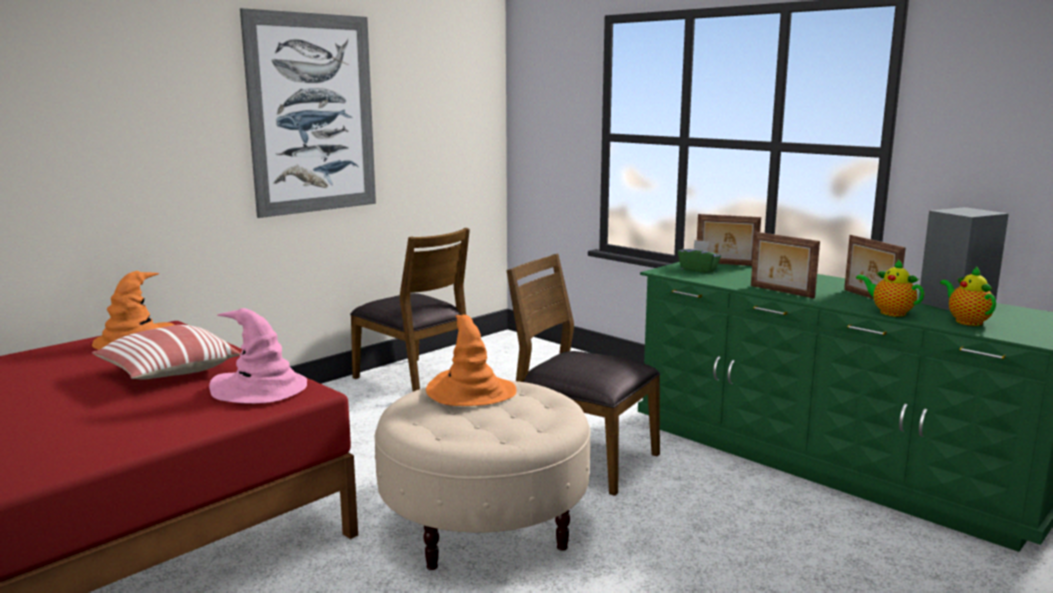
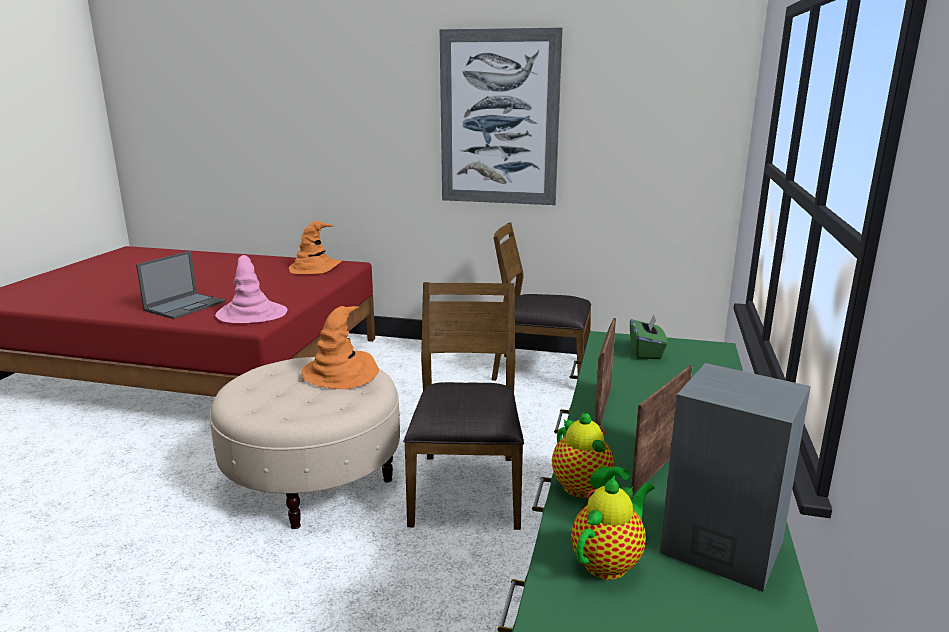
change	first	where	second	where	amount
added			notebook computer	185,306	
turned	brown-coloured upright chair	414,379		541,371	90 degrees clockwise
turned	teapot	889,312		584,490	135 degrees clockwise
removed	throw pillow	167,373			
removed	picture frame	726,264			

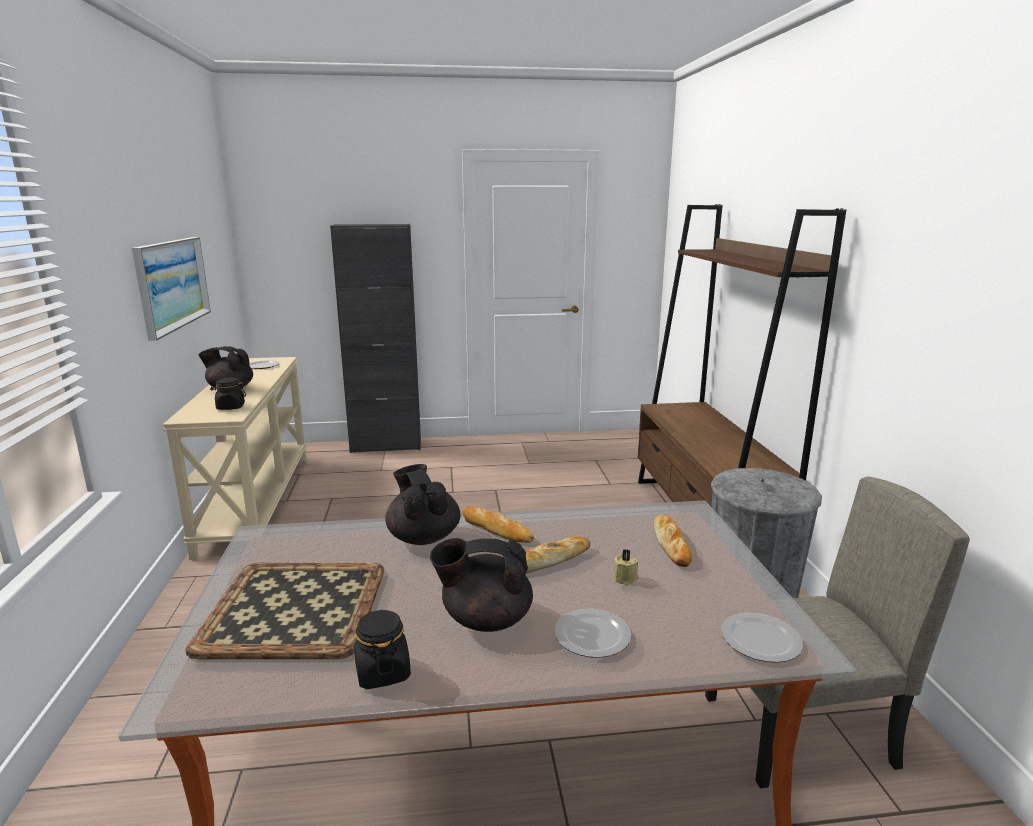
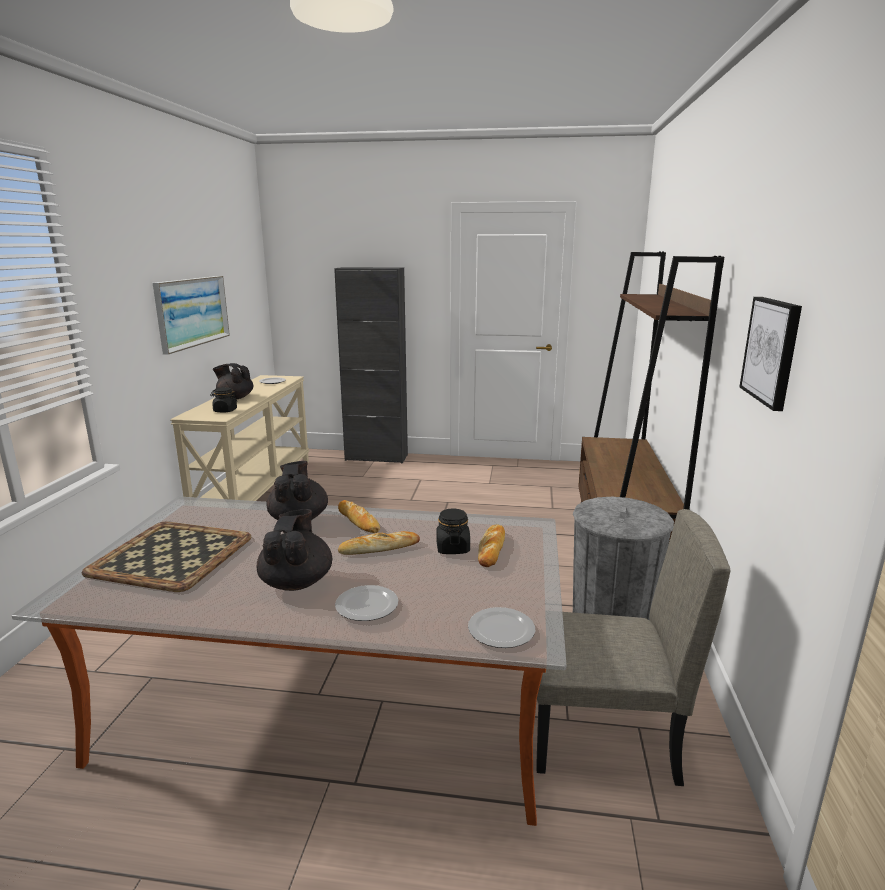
change	first	where	second	where	amount
turned	black-coloured teapot	485,619		296,582	75 degrees clockwise
moved	black-coloured storage jar	382,672		452,548	
added			wall picture	772,351	
removed	beige-coloured wax light	626,578			

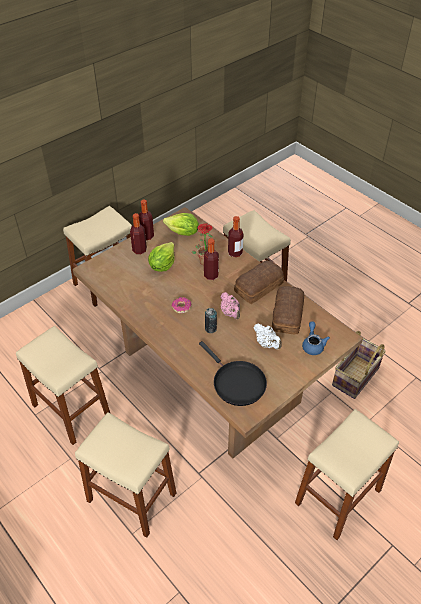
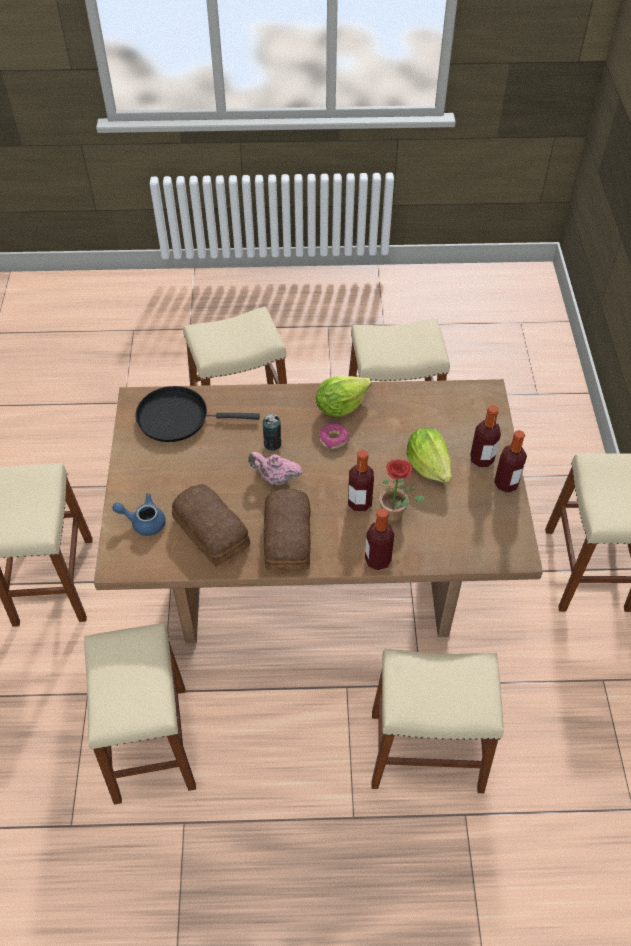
change	first	where	second	where	amount
replaced	storage basket	356,377	beige-coloured stool	150,743	
turned	blue teapot	313,345		144,522	150 degrees clockwise
moved	lettuce	183,233		340,406	
removed	white teapot	267,344			

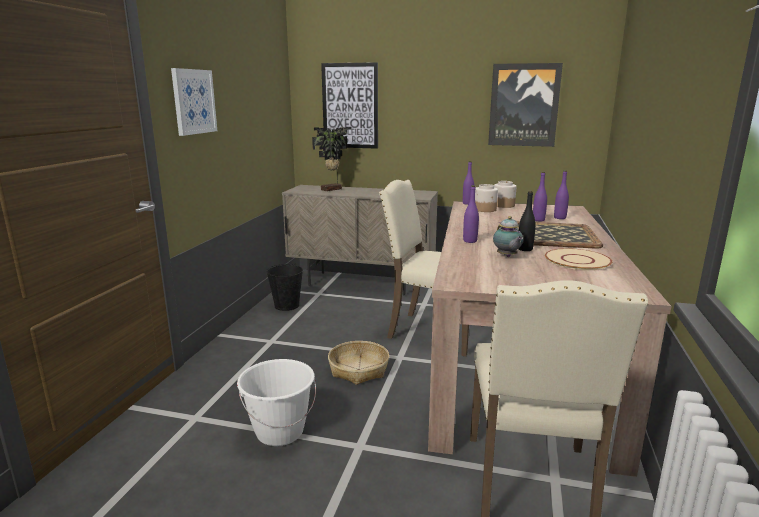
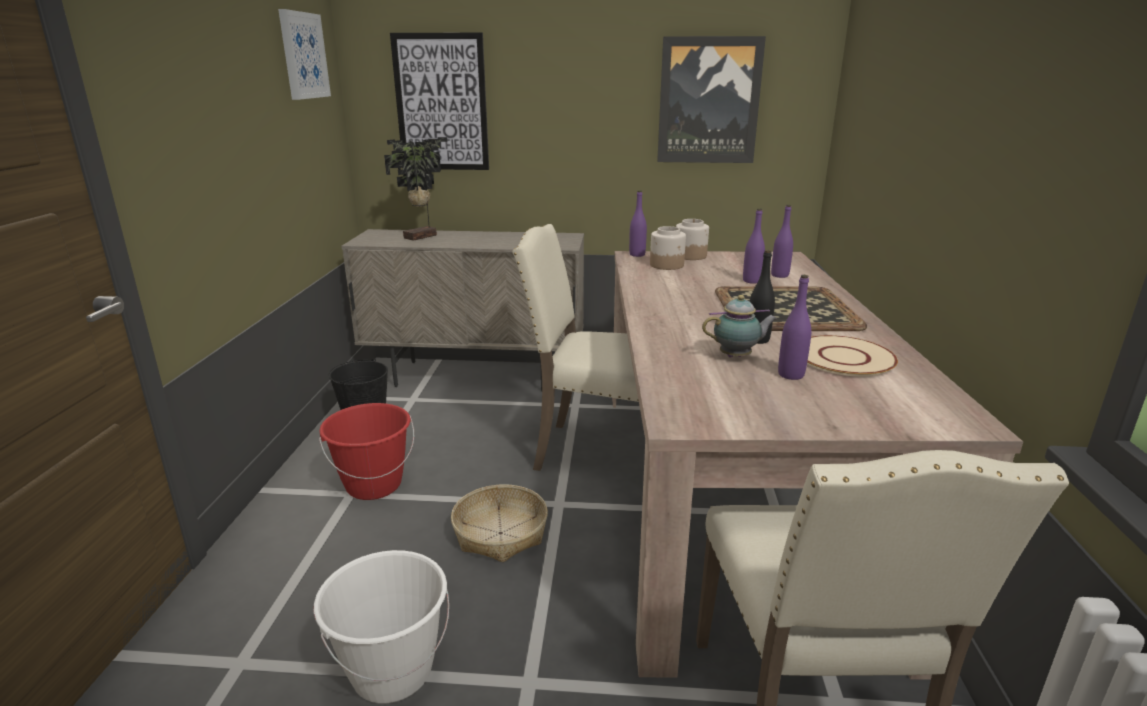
change	first	where	second	where	amount
moved	wall picture	193,101		303,55	
added			red-coloured pail	374,485	
turned	teapot	507,256		737,356	75 degrees counterclockwise
moved	purple-coloured beverage bottle	470,241		791,375	

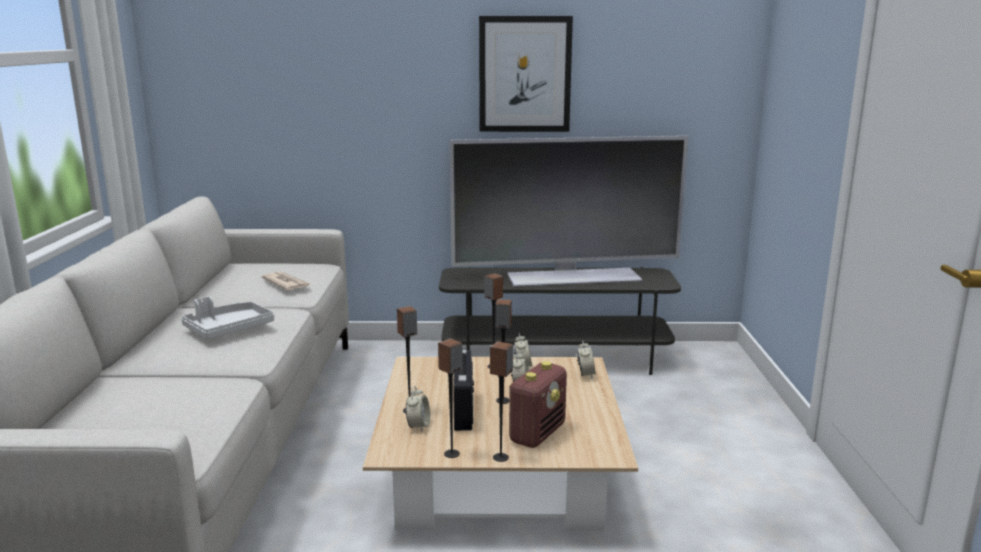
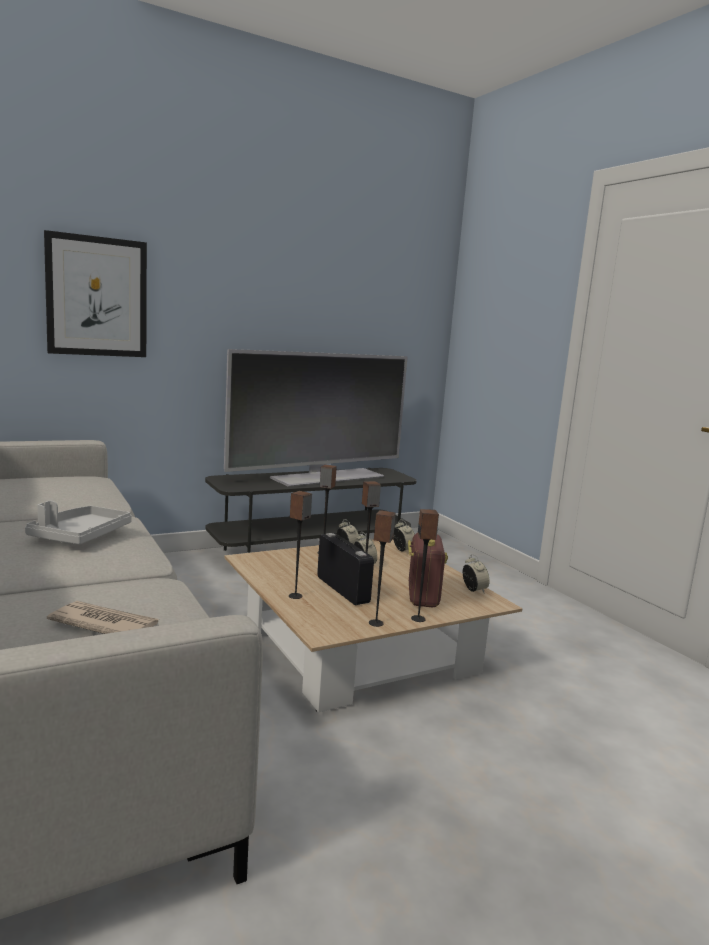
change	first	where	second	where	amount
moved	wall picture	524,74		97,297	
moved	newspaper	286,283		104,624	
moved	alarm clock	418,426		474,590	

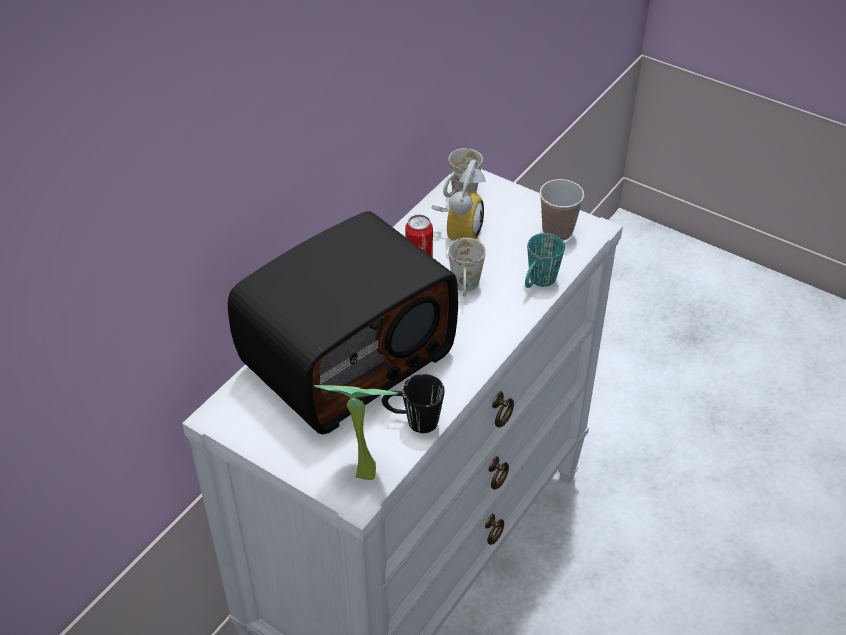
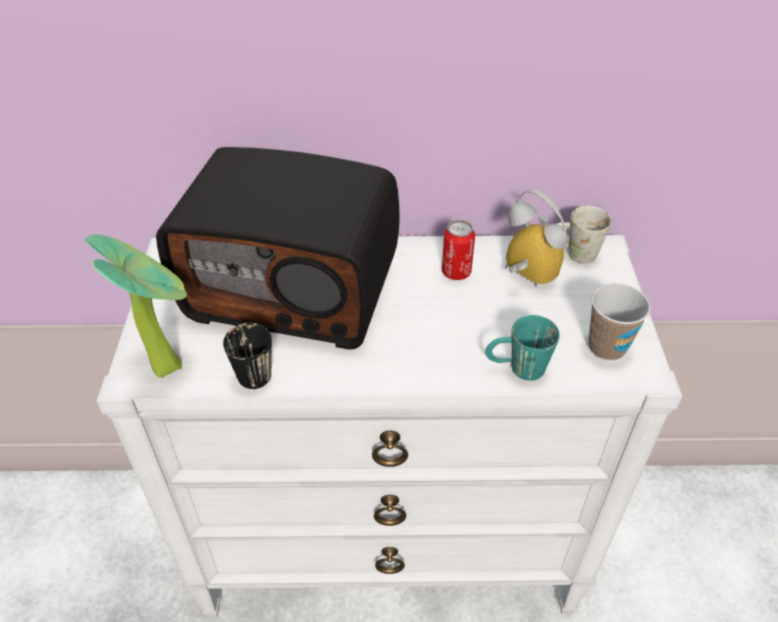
change	first	where	second	where	amount
turned	alarm clock	458,231		523,277	120 degrees counterclockwise
removed	white tea mug	465,289			

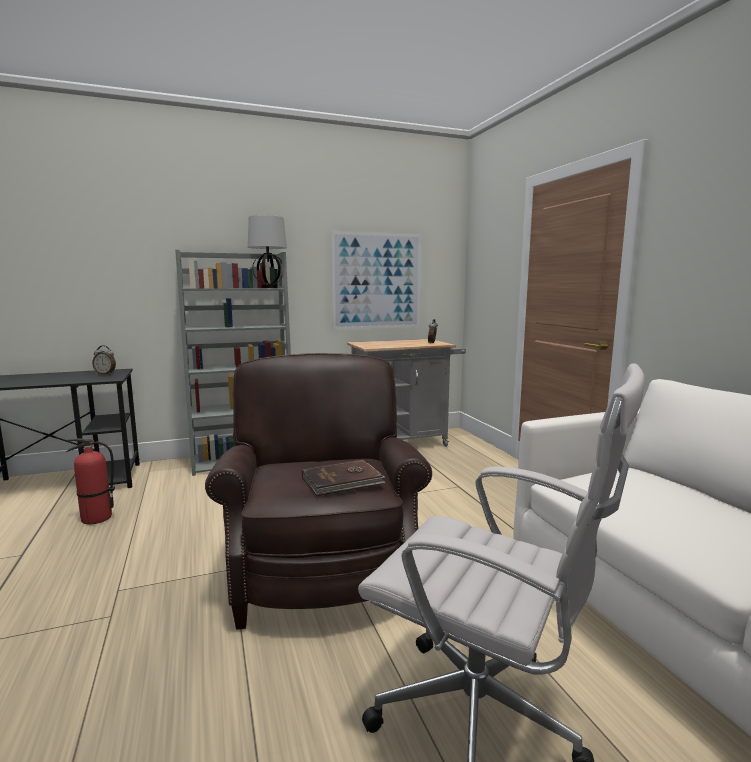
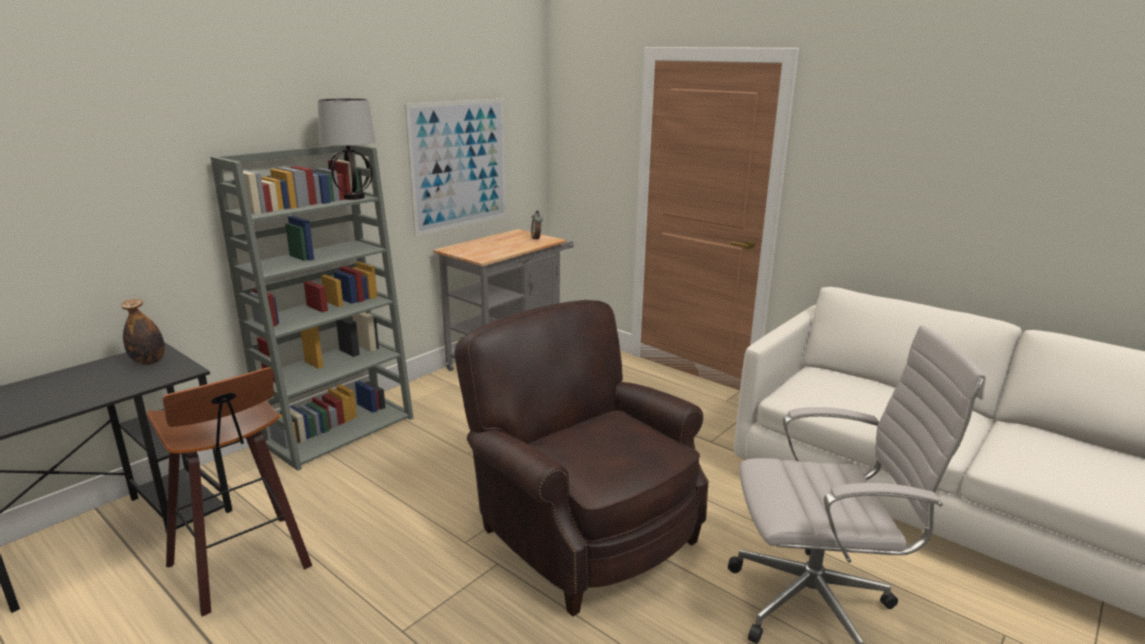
change	first	where	second	where	amount
replaced	alarm clock	105,374	beverage bottle	149,362	
replaced	fire-fighting cylinder	96,518	stool	245,566	
removed	brown-coloured book	343,481			

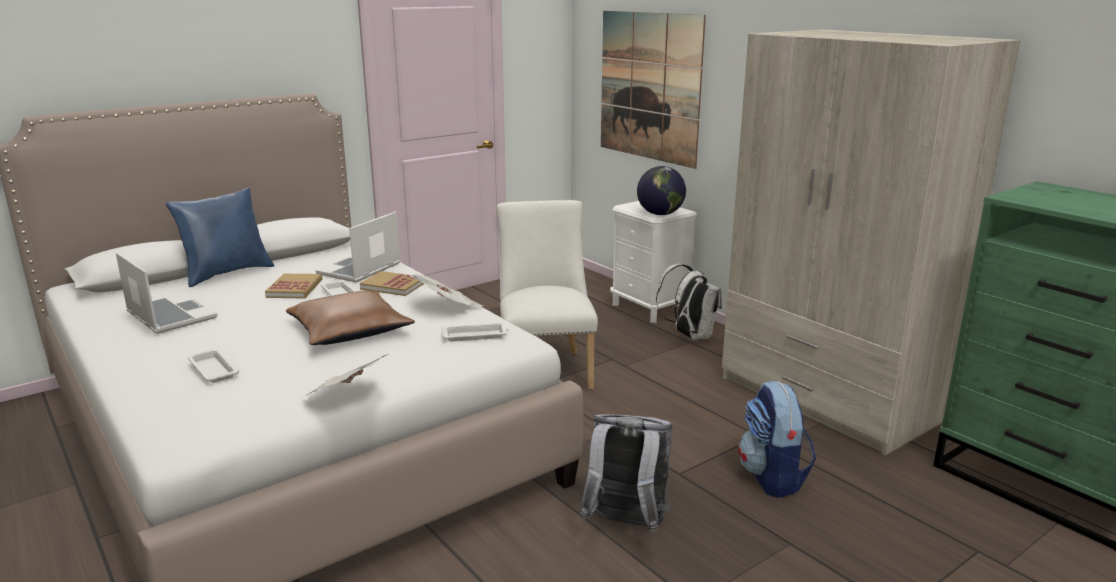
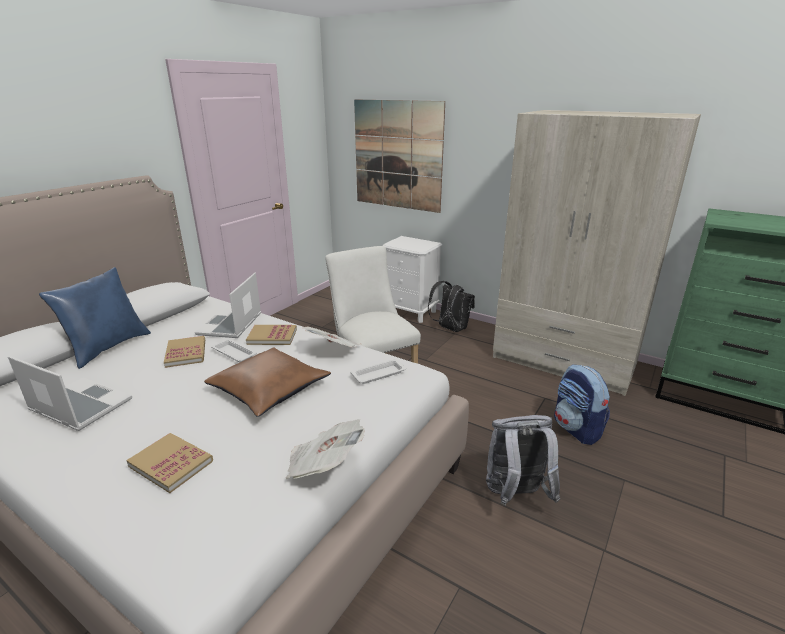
change	first	where	second	where	amount
replaced	white tray	213,369	book	171,464	
recoloured	white knapsack	689,336	black-coloured knapsack	450,329	
removed	globe	660,214			

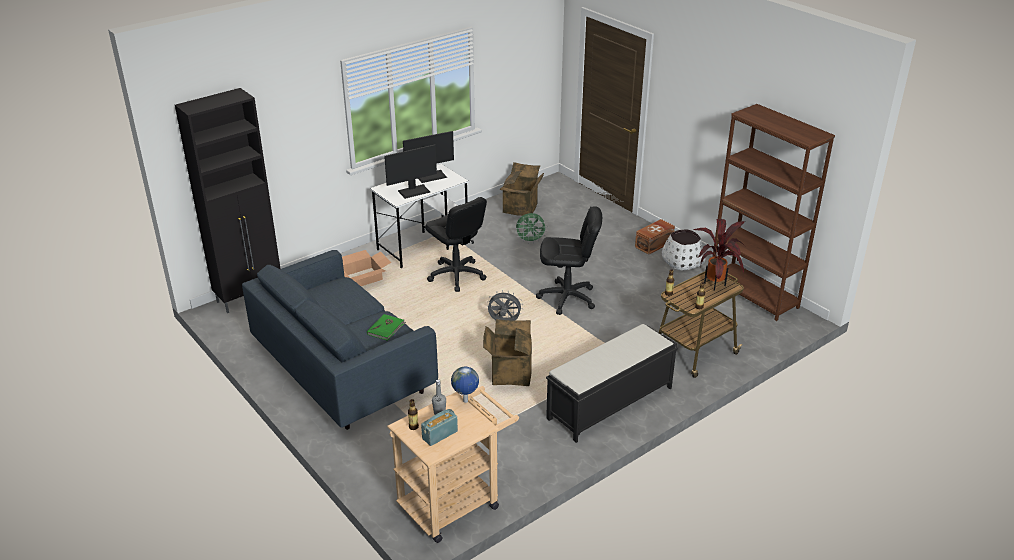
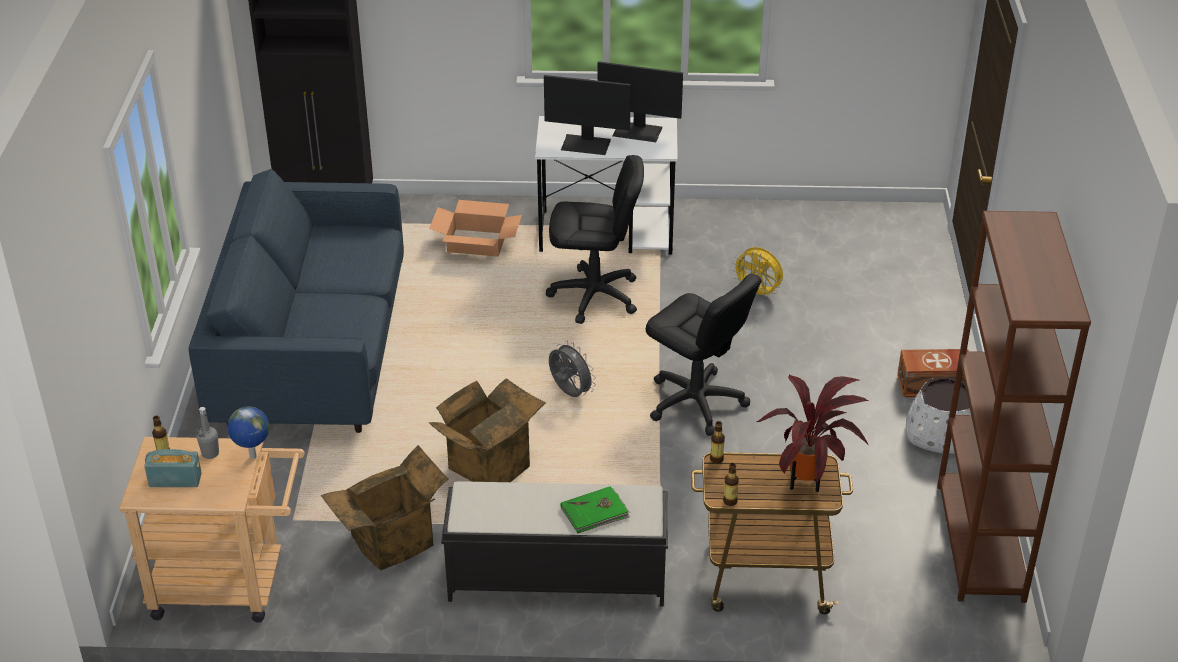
change	first	where	second	where	amount
moved	carton	521,208		392,543	
turned	black-coloured computer chair	456,275		595,296	90 degrees counterclockwise
moved	greenish book	386,328		595,512	
recoloured	greenish fan	530,240	yellow fan	757,293	

